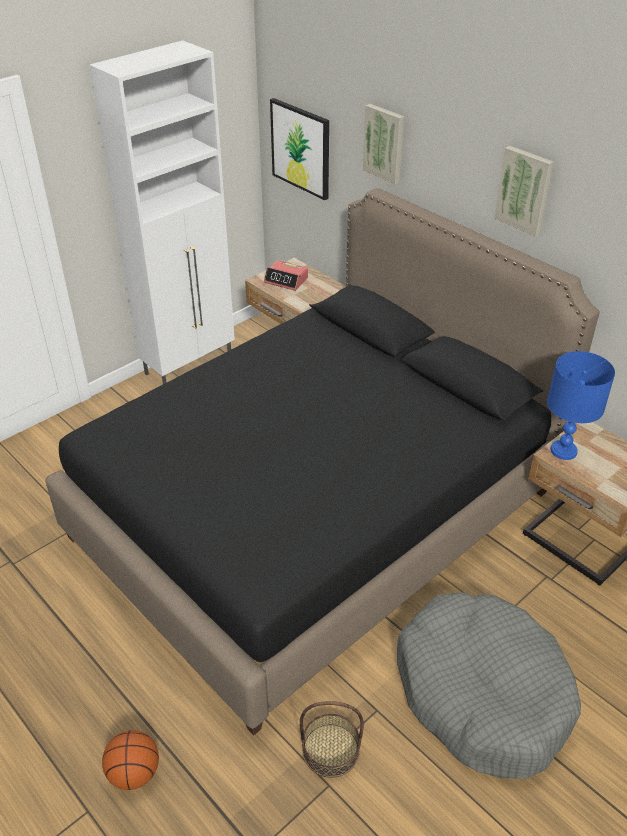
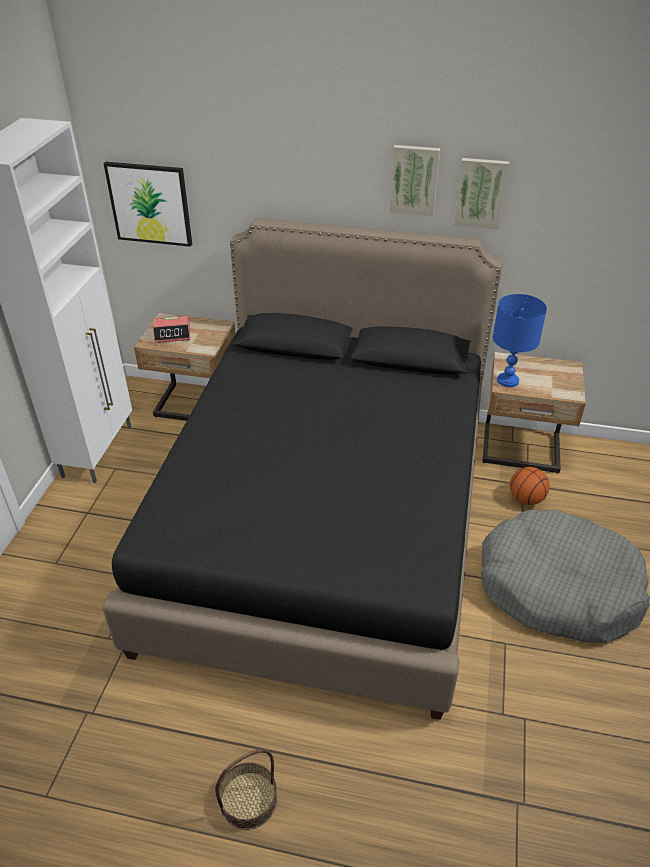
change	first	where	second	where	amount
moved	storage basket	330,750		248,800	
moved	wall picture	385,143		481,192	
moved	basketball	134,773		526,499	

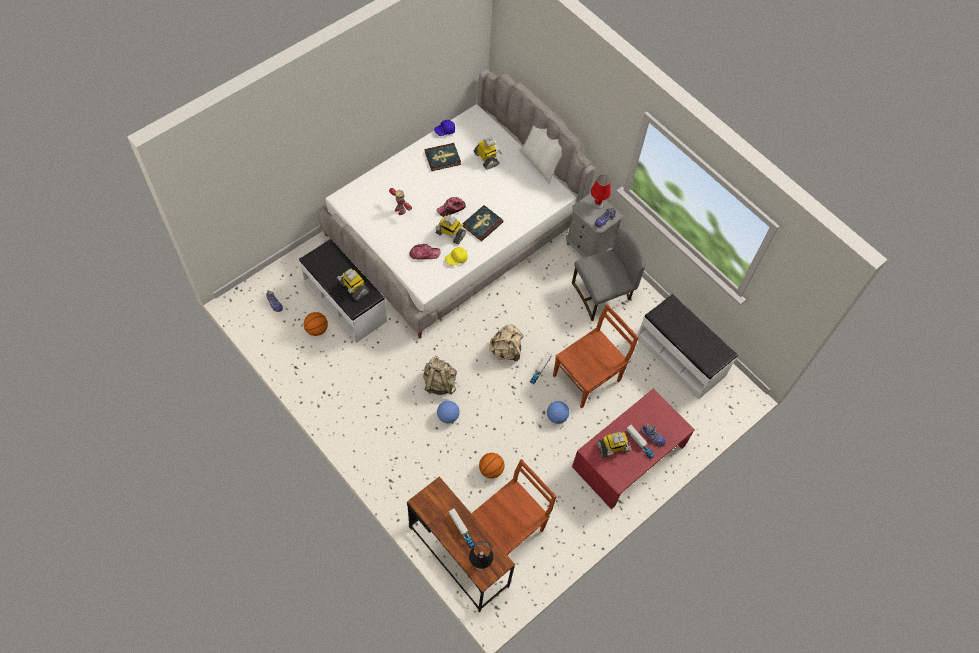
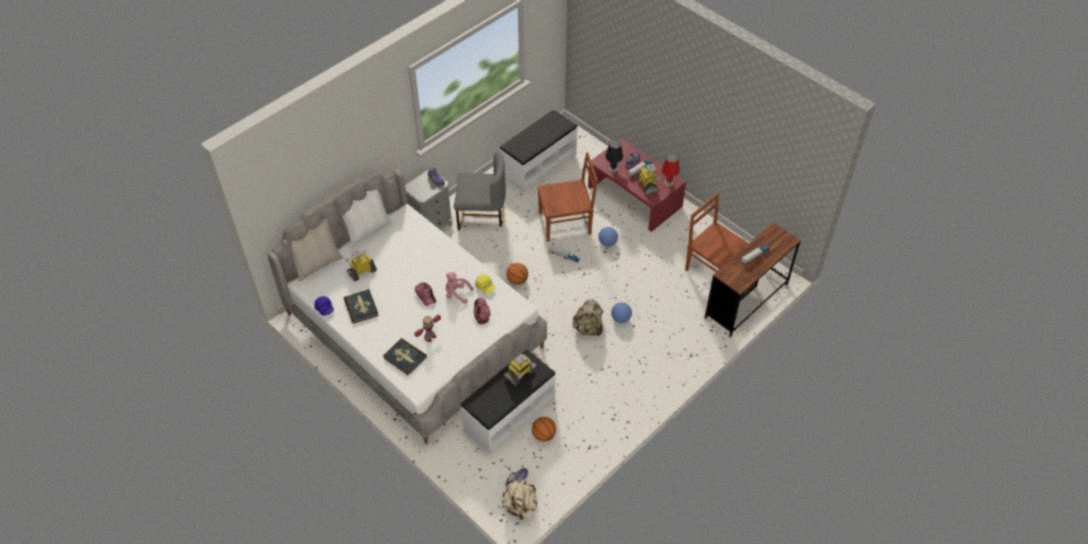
change	first	where	second	where	amount
added			beige-coloured throw pillow	317,264	
moved	book	482,224		404,358	
replaced	robot figure	450,234	pink-coloured soft toy	457,294	
turned	greyish upright chair	603,294		481,215	120 degrees clockwise
moved	beige-coloured knapsack	506,350		520,507	
moved	basketball	491,470		517,280	
turned	brown-coloured upright chair	588,377		566,223	120 degrees clockwise
moved	black-coloured tabletop lamp	480,563		613,169	
moved	red-coloured tabletop lamp	597,204		668,183	

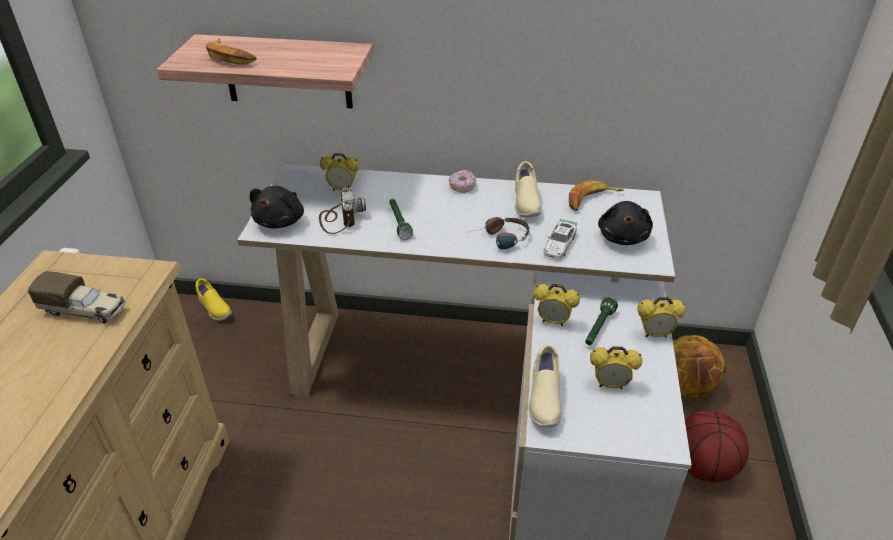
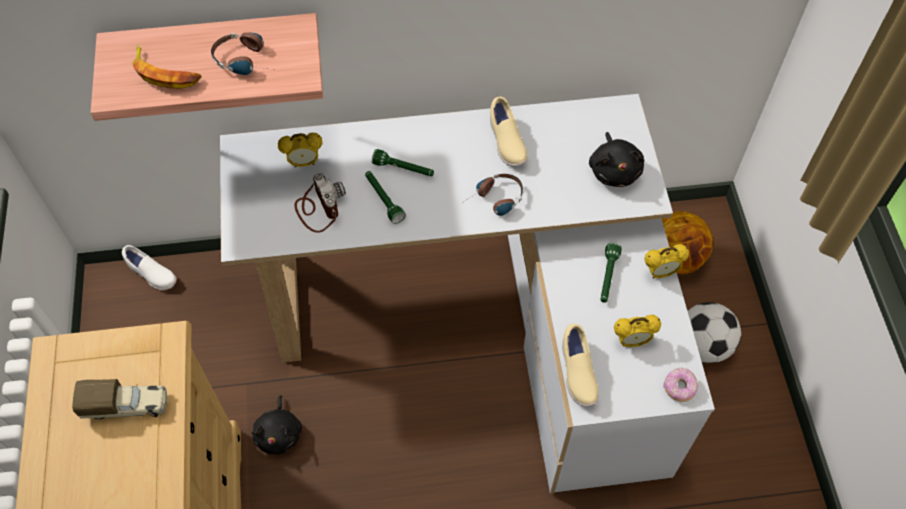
change	first	where	second	where	amount
recoloured	yellow item of footwear	214,309	white item of footwear	151,274	
added			pair of headphones	248,60	
moved	black-coloured soft toy	281,221		279,433	
added			greenish flashlight	404,169	
moved	ring doughnut	462,187		679,388	
replaced	basketball	702,467	ball for football	702,346	
removed	alarm clock	553,321			
removed	miniature car	559,244			
removed	whole banana	591,200			

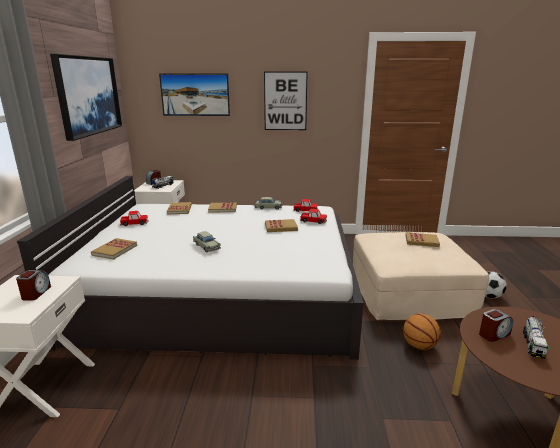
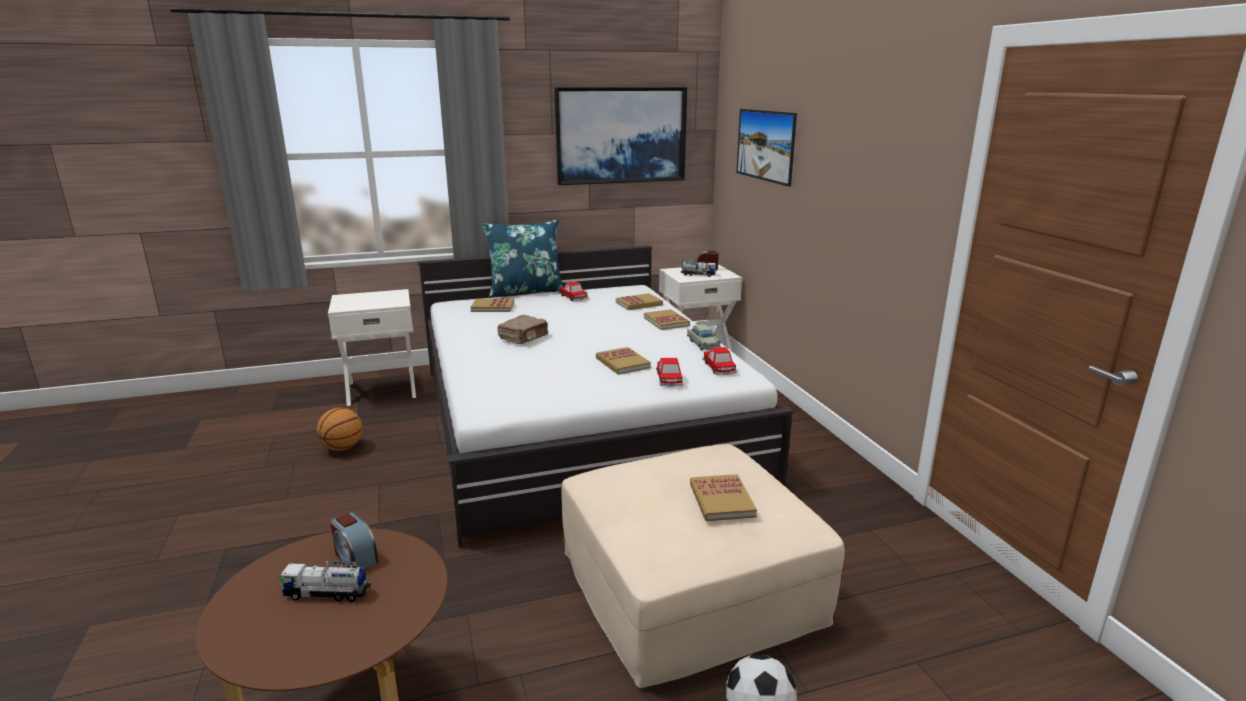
change	first	where	second	where	amount
moved	basketball	419,346		342,448	
added			blue throw pillow	525,291	
replaced	beige-coloured miniature car	206,246	brown-coloured book	524,338	
removed	alarm clock	36,293			
removed	wall picture	285,101			

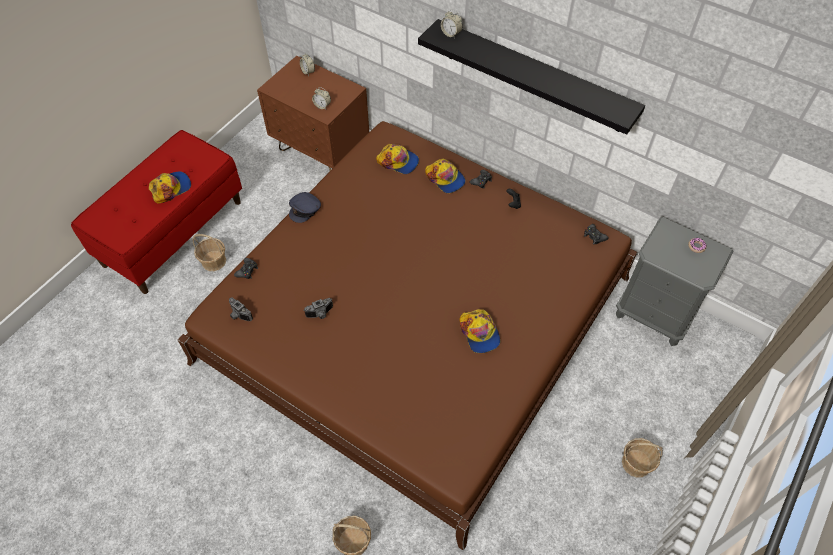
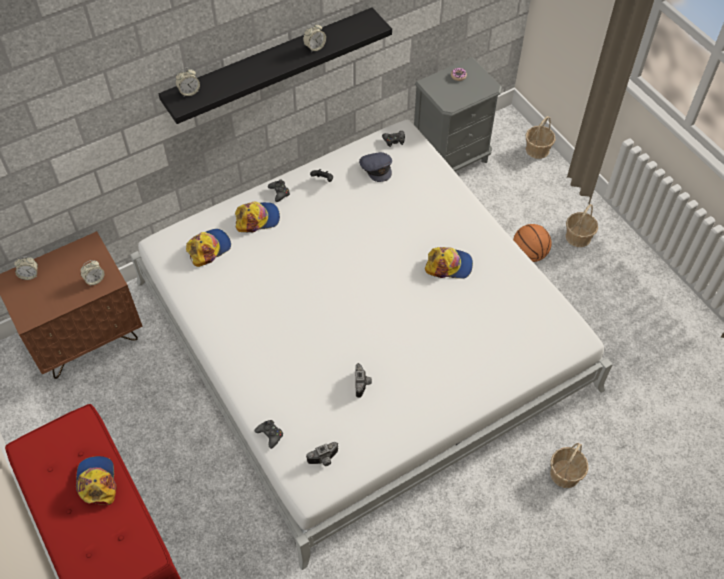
change	first	where	second	where	amount
recoloured	brown-coloured bedroom bed	415,319	white bedroom bed	361,335	
added			alarm clock	315,47	
moved	greyish cap	305,209		376,168	
added			basketball	529,254	
moved	storage basket	214,261		537,149	

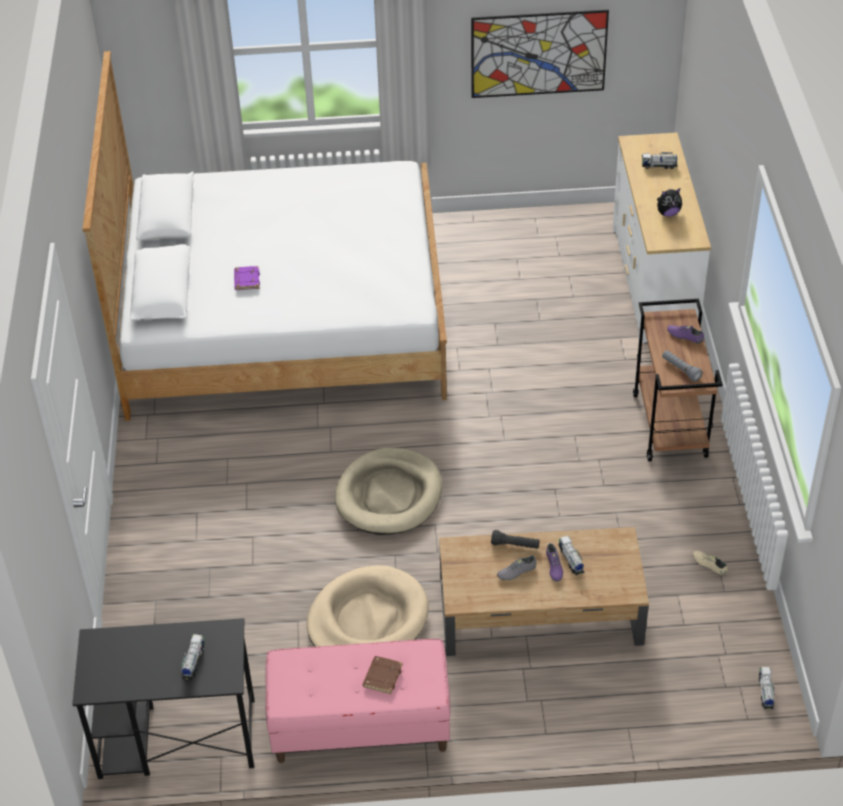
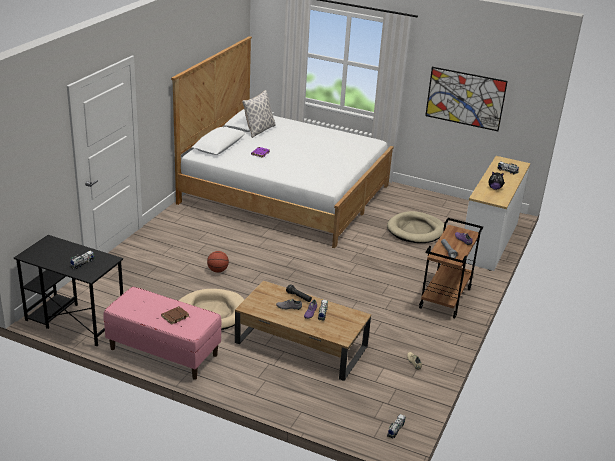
change	first	where	second	where	amount
added			basketball	217,270	
added			throw pillow	259,130	
moved	beige-coloured pet bed	389,495		416,230	

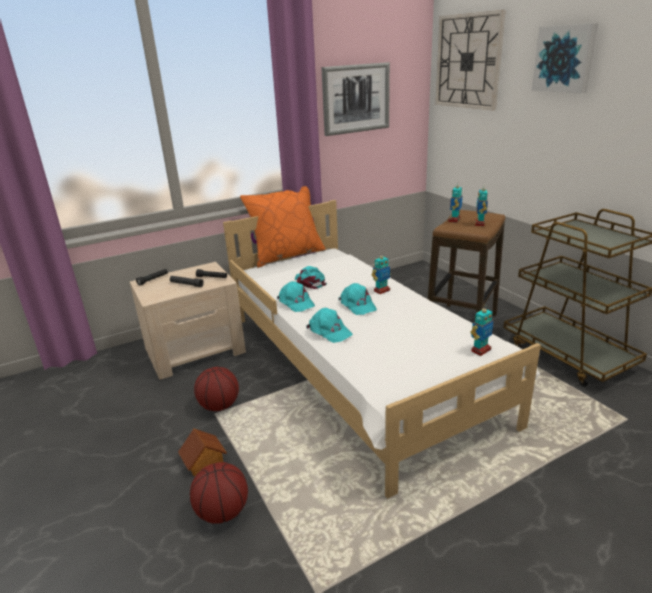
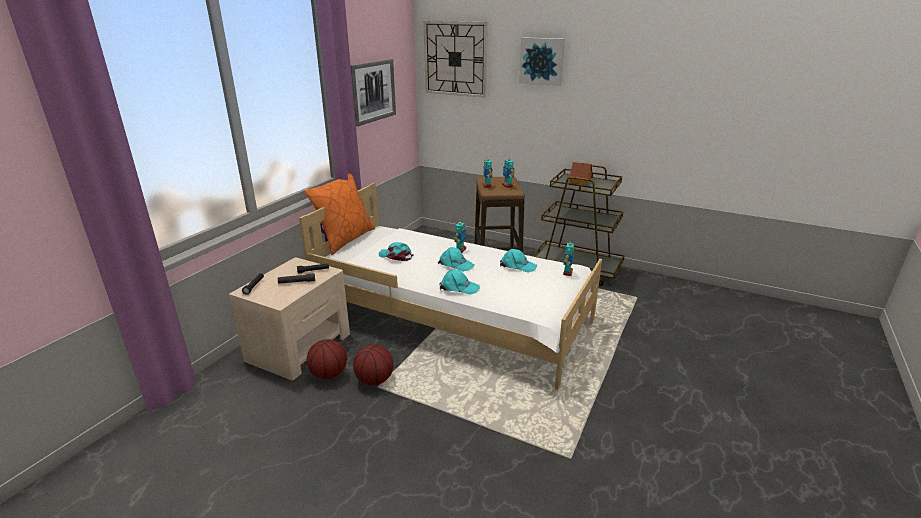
change	first	where	second	where	amount
moved	basketball	222,512		328,374	
moved	turquoise cap	296,302		517,266	
moved	model house	203,460		580,181	

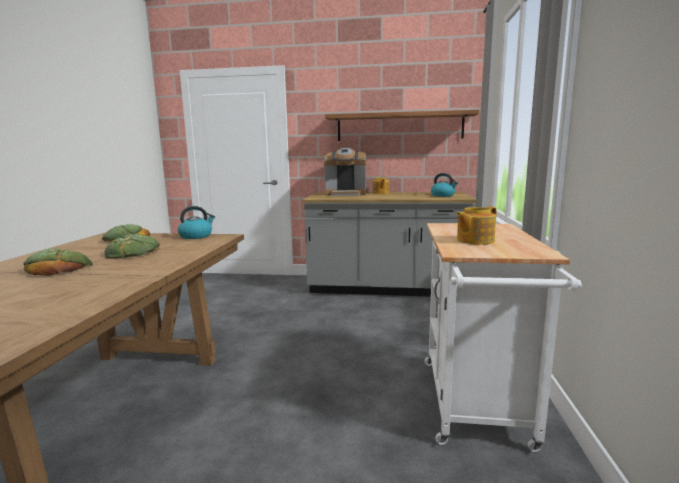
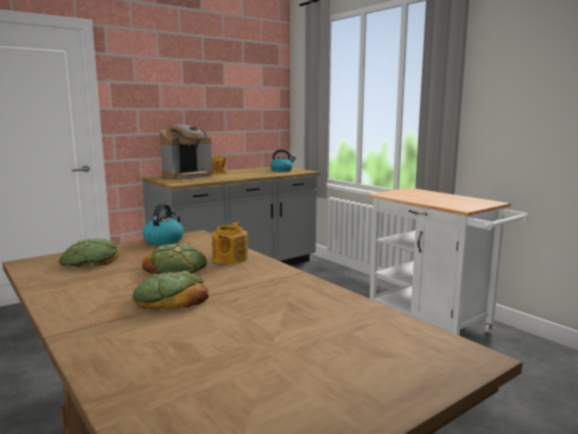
change	first	where	second	where	amount
moved	teapot	474,240		229,258	
removed	bracket shelf	399,127			

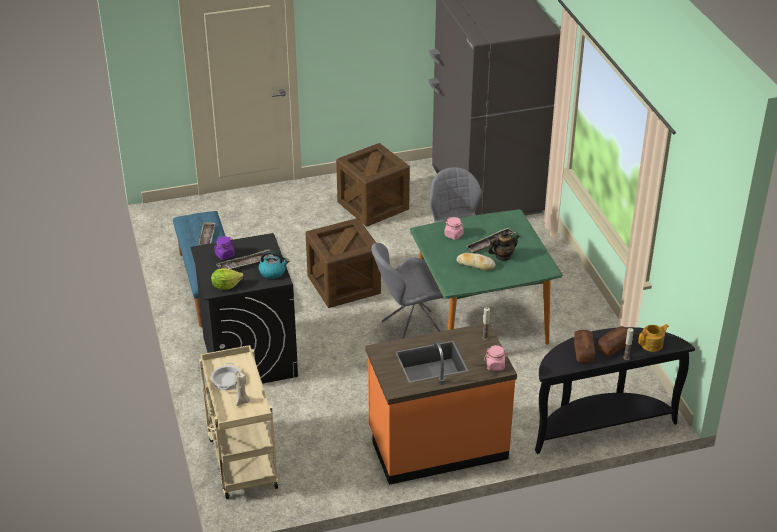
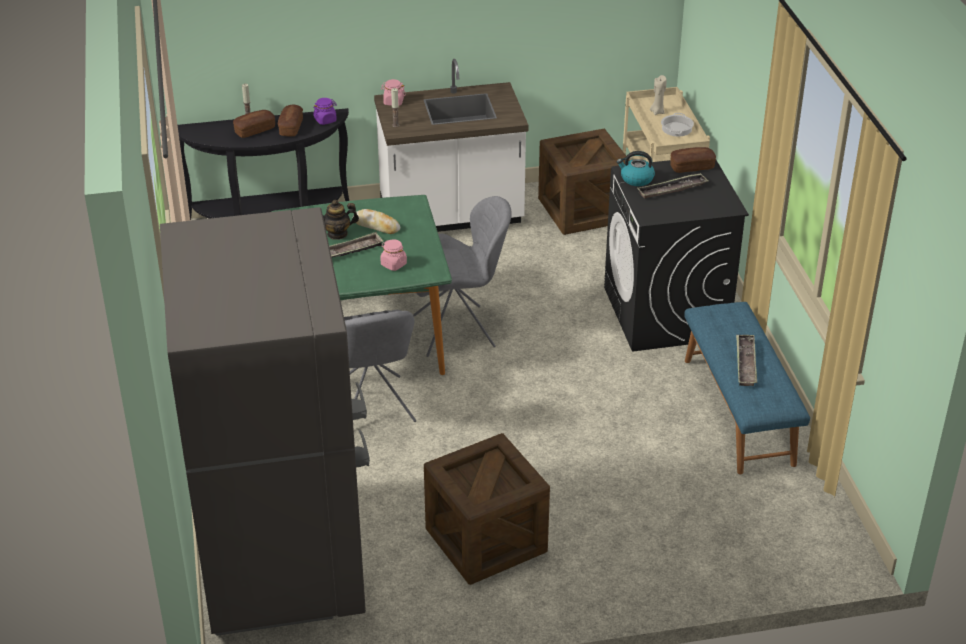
change	first	where	second	where	amount
moved	purple-coloured storage jar	224,255		325,120	
recoloured	orangey kitchen base unit	437,445	white kitchen base unit	451,216	
moved	packing crate	344,285		582,210	
replaced	lettuce	226,286	bread	692,167	
removed	teapot	652,344			

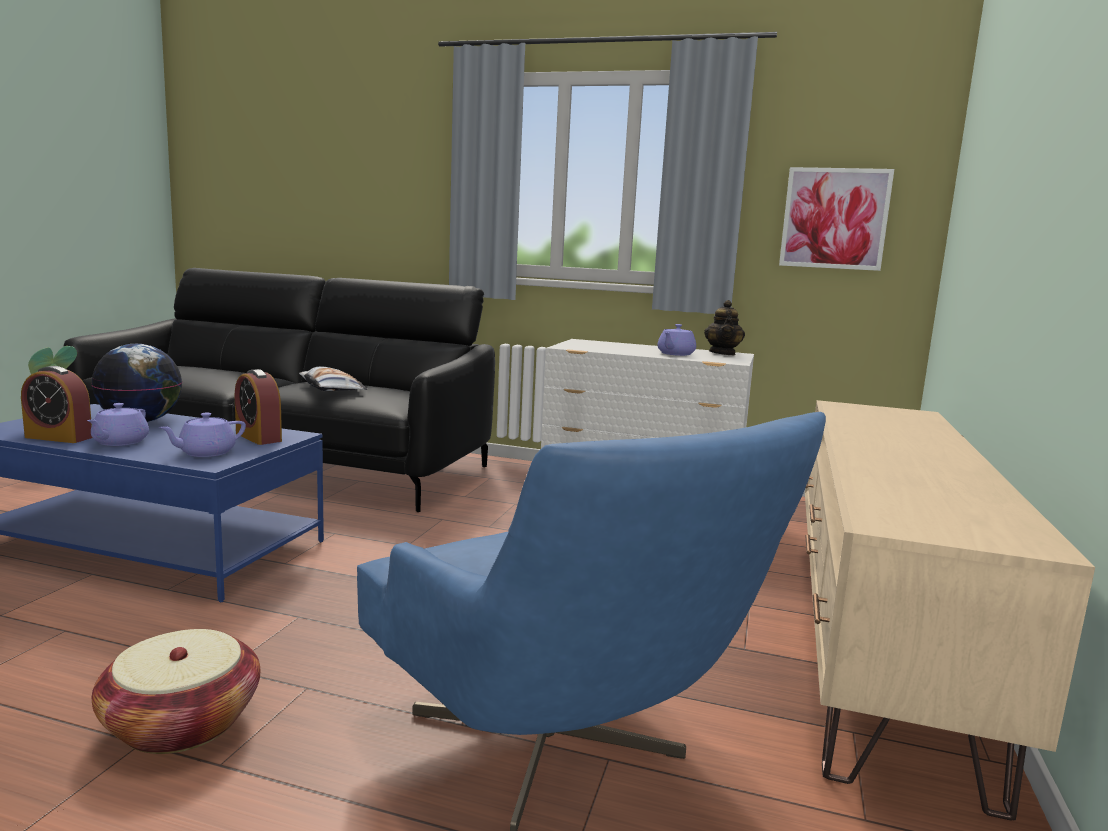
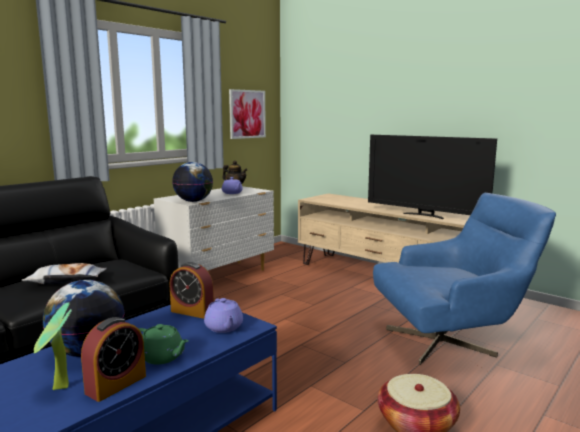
change	first	where	second	where	amount
recoloured	purple-coloured teapot	119,442	greenish teapot	162,357	
turned	alarm clock	258,437		192,312	45 degrees clockwise
added			globe	193,201	
added			television	425,215	

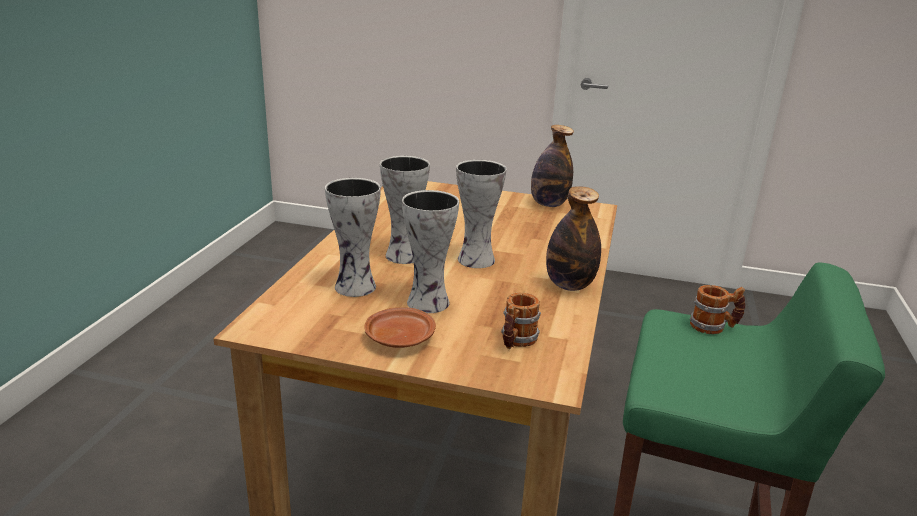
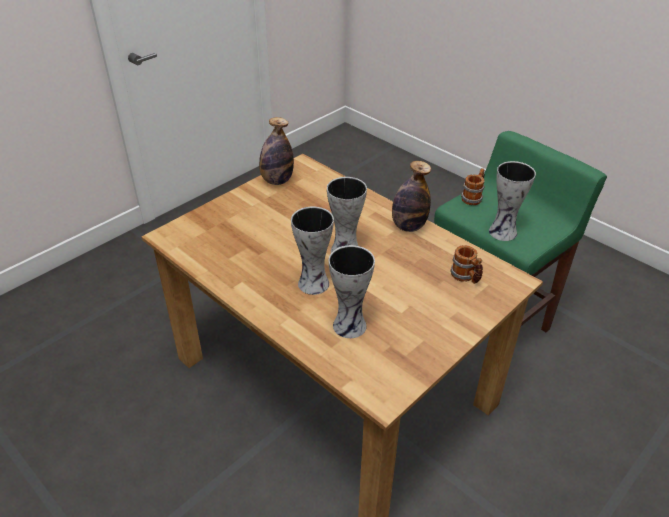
change	first	where	second	where	amount
moved	decorative vase	427,303		504,232	
removed	brown-coloured flat dish	400,338			

